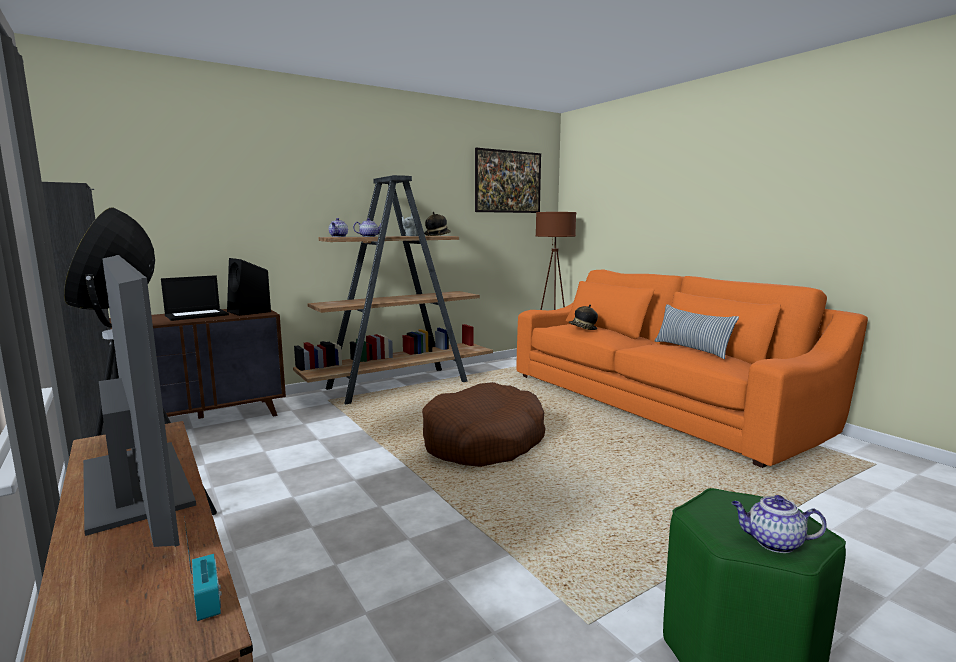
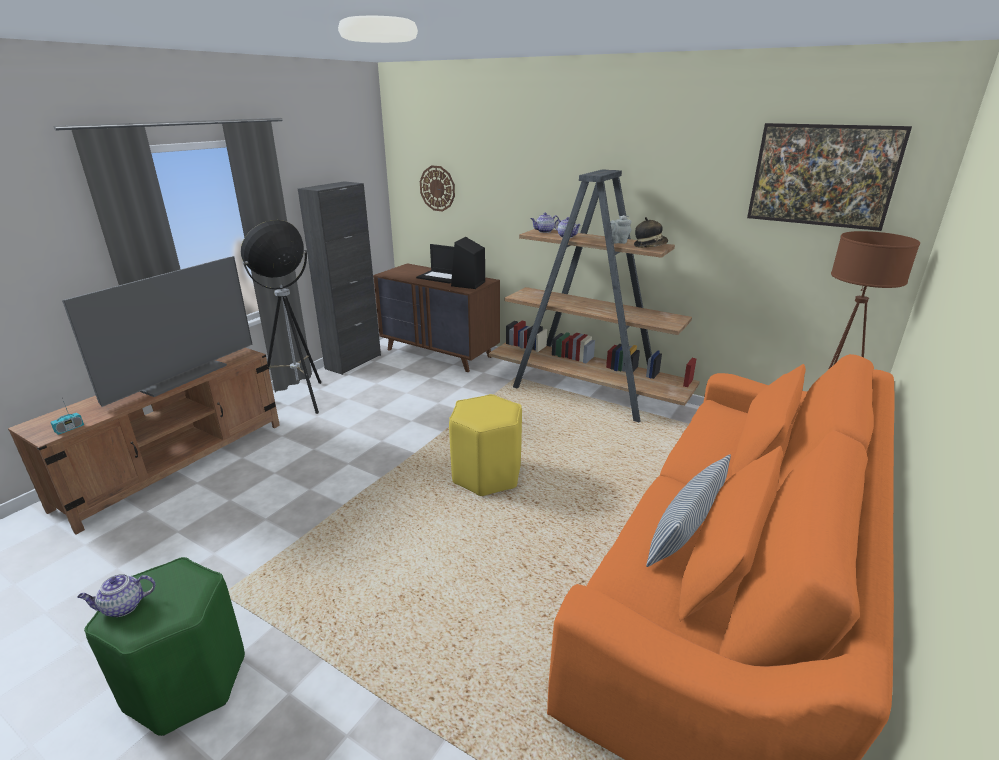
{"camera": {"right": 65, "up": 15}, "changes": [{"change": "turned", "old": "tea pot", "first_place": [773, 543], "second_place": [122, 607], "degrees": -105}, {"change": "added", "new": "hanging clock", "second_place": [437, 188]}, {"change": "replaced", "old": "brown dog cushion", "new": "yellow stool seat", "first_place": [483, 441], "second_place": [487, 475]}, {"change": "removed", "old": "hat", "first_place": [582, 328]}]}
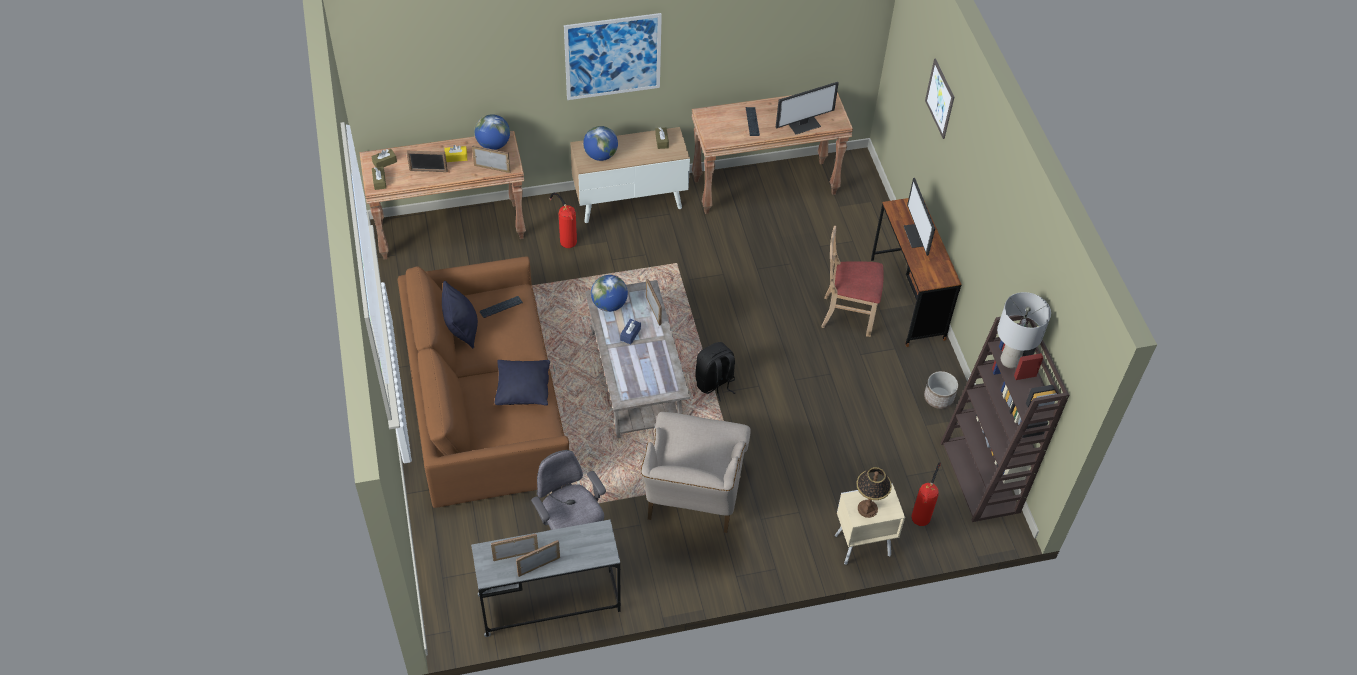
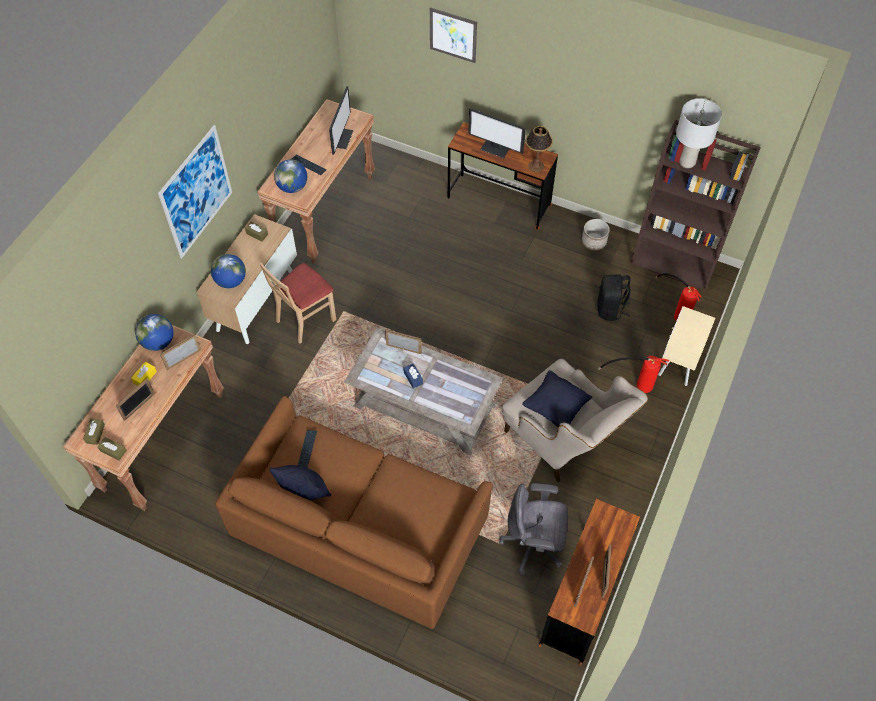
{"camera": {"right": -50, "up": 5}, "changes": [{"change": "moved", "old": "sand-coloured chair", "first_place": [847, 315], "second_place": [305, 319]}, {"change": "moved", "old": "globe", "first_place": [609, 304], "second_place": [292, 187]}, {"change": "moved", "old": "black-coloured cushion", "first_place": [523, 391], "second_place": [555, 407]}, {"change": "moved", "old": "table lamp", "first_place": [867, 508], "second_place": [536, 166]}, {"change": "recoloured", "old": "gray desk table", "new": "brown desk table", "first_place": [549, 603], "second_place": [583, 598]}, {"change": "moved", "old": "black-coloured backpack", "first_place": [715, 383], "second_place": [610, 309]}, {"change": "moved", "old": "extinguisher", "first_place": [565, 235], "second_place": [634, 384]}]}
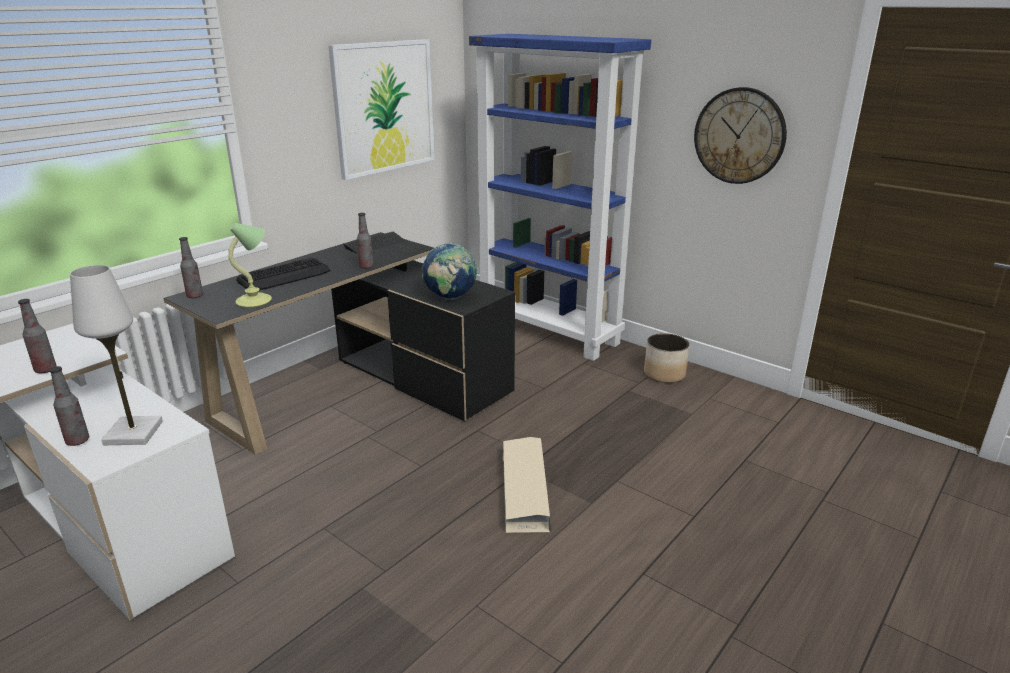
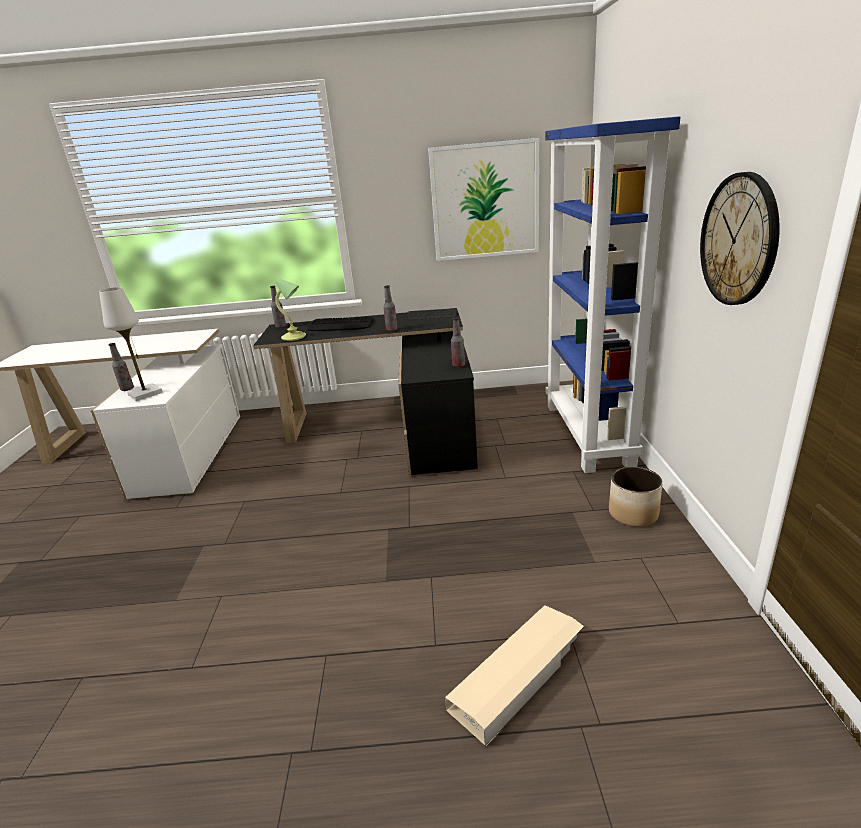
{"camera": {"right": 50, "up": 0}, "changes": [{"change": "moved", "old": "sand-coloured storage bin", "first_place": [524, 489], "second_place": [519, 675]}, {"change": "moved", "old": "beverage bottle", "first_place": [45, 370], "second_place": [458, 365]}, {"change": "removed", "old": "globe", "first_place": [450, 298]}]}
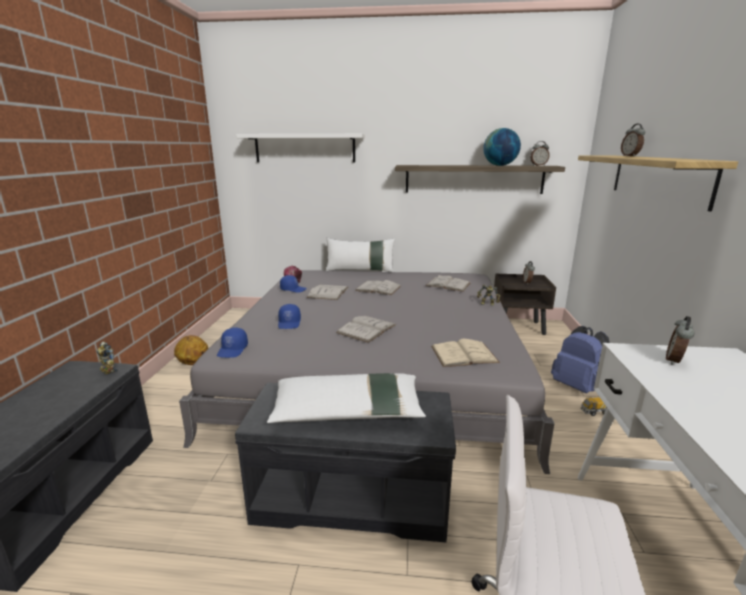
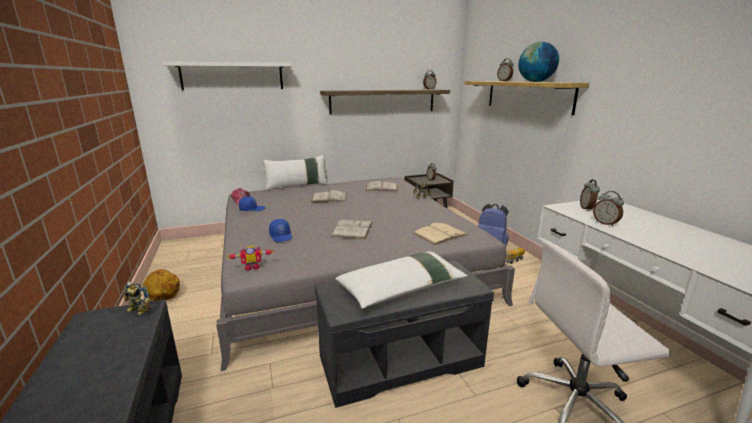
{"camera": {"right": -25, "up": 0}, "changes": [{"change": "replaced", "old": "blue-coloured baseball cap", "new": "robot figure", "first_place": [233, 350], "second_place": [252, 267]}, {"change": "moved", "old": "globe", "first_place": [499, 165], "second_place": [535, 82]}, {"change": "added", "new": "table clock", "second_place": [605, 223]}, {"change": "removed", "old": "whitish bound book", "first_place": [328, 292]}]}
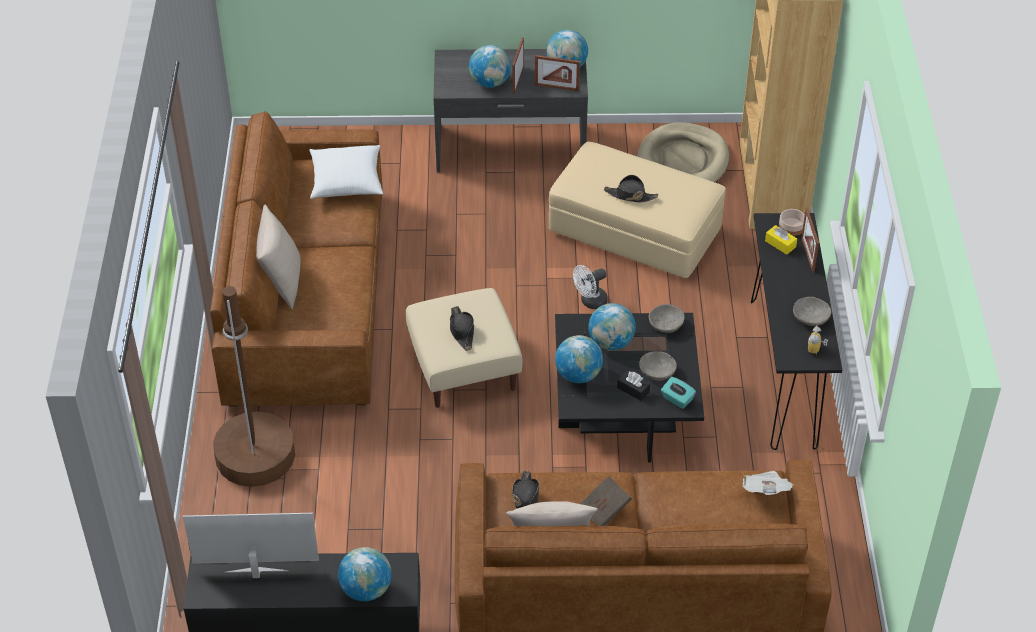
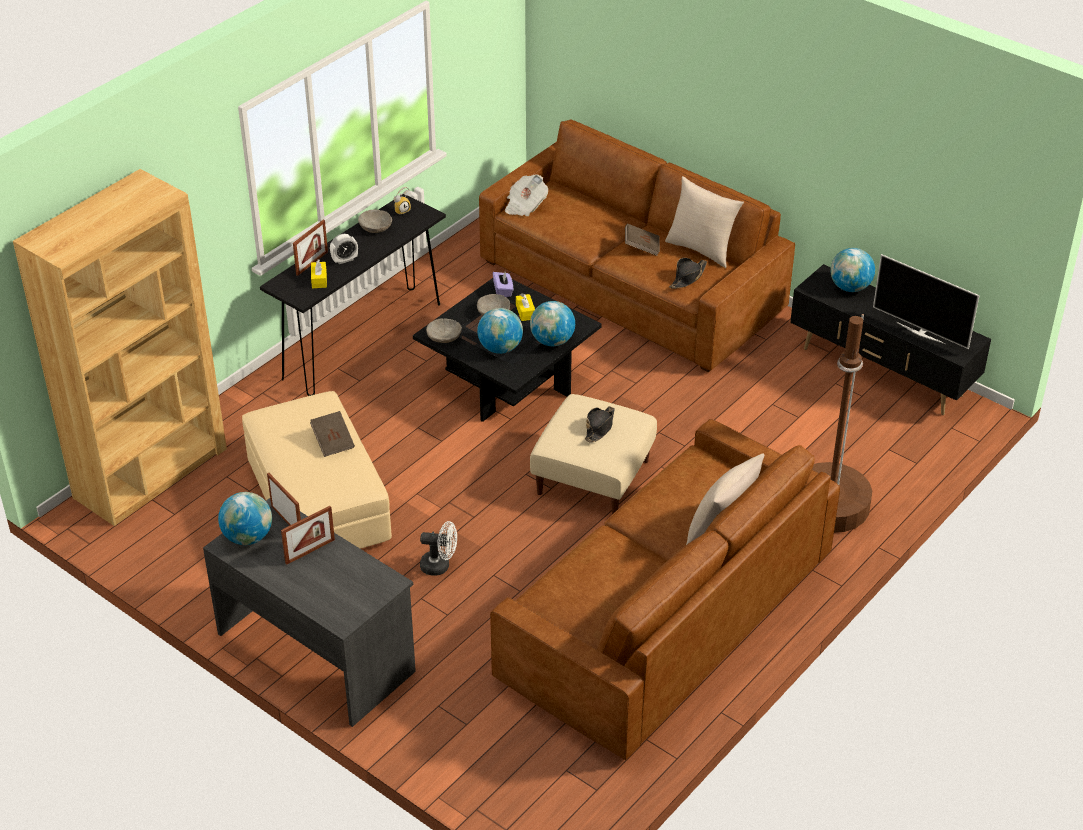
{"camera": {"right": -140, "up": -5}, "changes": [{"change": "replaced", "old": "black-coloured hat", "new": "brown bound book", "first_place": [630, 195], "second_place": [333, 442]}, {"change": "added", "new": "table clock", "second_place": [345, 260]}, {"change": "moved", "old": "whitish electric fan", "first_place": [590, 302], "second_place": [440, 566]}, {"change": "recoloured", "old": "turquoise tissue holder", "new": "purple tissue holder", "first_place": [677, 399], "second_place": [503, 291]}, {"change": "recoloured", "old": "black-coloured tissue holder", "new": "yellow tissue holder", "first_place": [633, 389], "second_place": [525, 312]}, {"change": "removed", "old": "whitish cushion", "first_place": [346, 182]}, {"change": "removed", "old": "globe", "first_place": [490, 82]}, {"change": "removed", "old": "sand-coloured dog cushion", "first_place": [683, 161]}, {"change": "removed", "old": "deep dish", "first_place": [792, 227]}]}
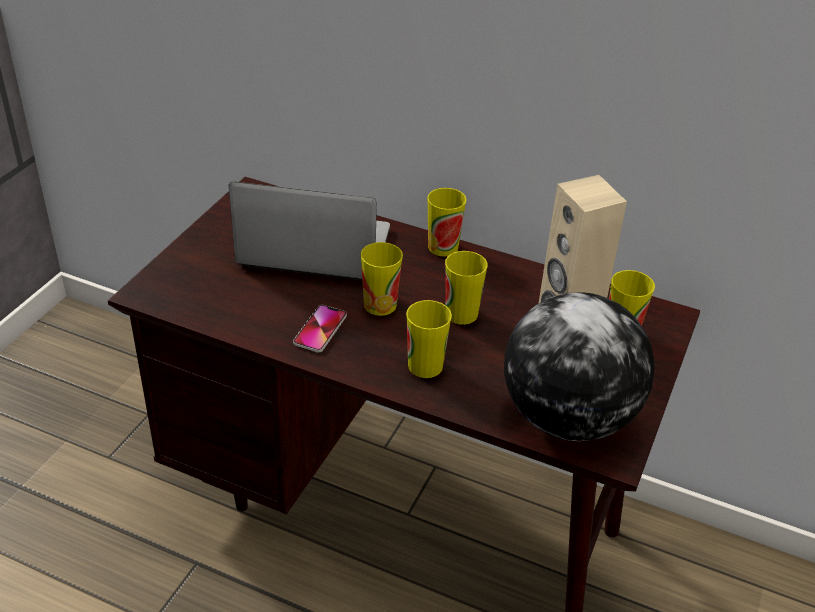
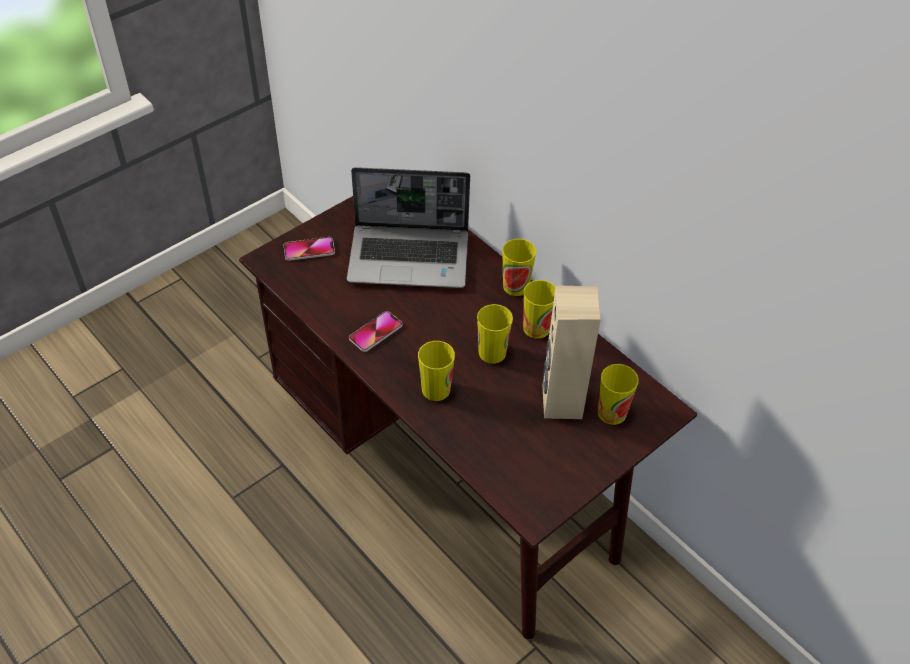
{"camera": {"right": 25, "up": 10}, "changes": [{"change": "added", "new": "telephone", "second_place": [309, 250]}, {"change": "turned", "old": "portable computer", "first_place": [312, 249], "second_place": [410, 257], "degrees": 150}, {"change": "moved", "old": "cup", "first_place": [380, 305], "second_place": [536, 328]}, {"change": "removed", "old": "globe", "first_place": [568, 418]}]}
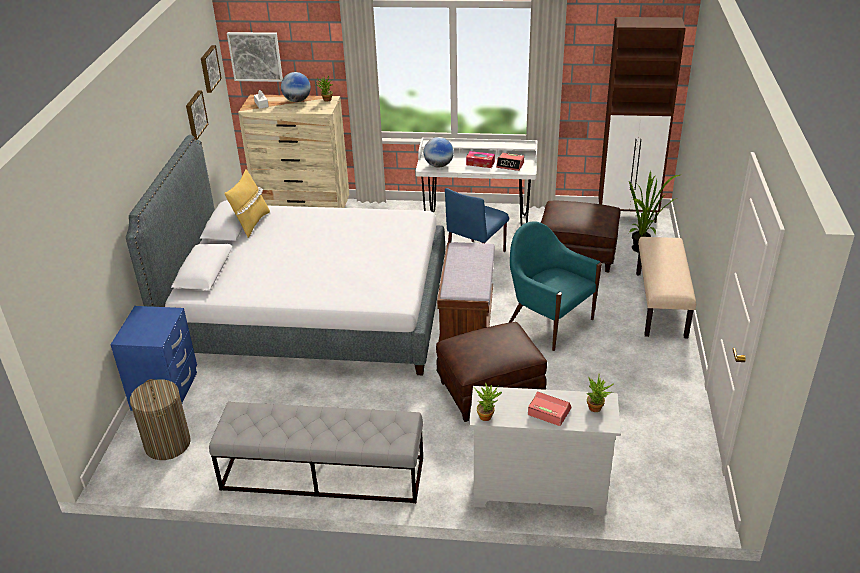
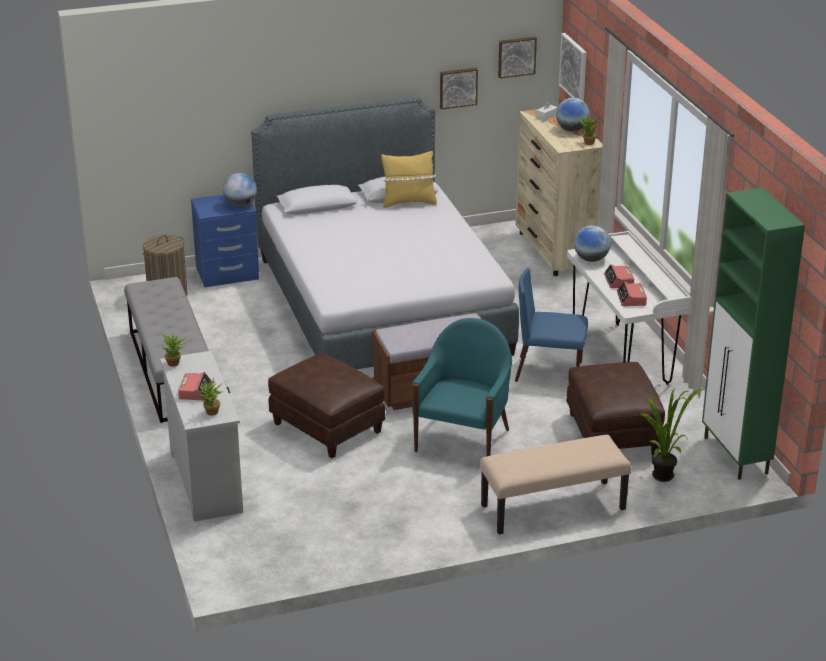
{"camera": {"right": 65, "up": -5}, "changes": [{"change": "added", "new": "globe", "second_place": [240, 205]}, {"change": "replaced", "old": "tissue holder", "new": "table clock", "first_place": [480, 163], "second_place": [619, 281]}, {"change": "recoloured", "old": "brown cabinet", "new": "greenish cabinet", "first_place": [628, 216], "second_place": [735, 456]}]}
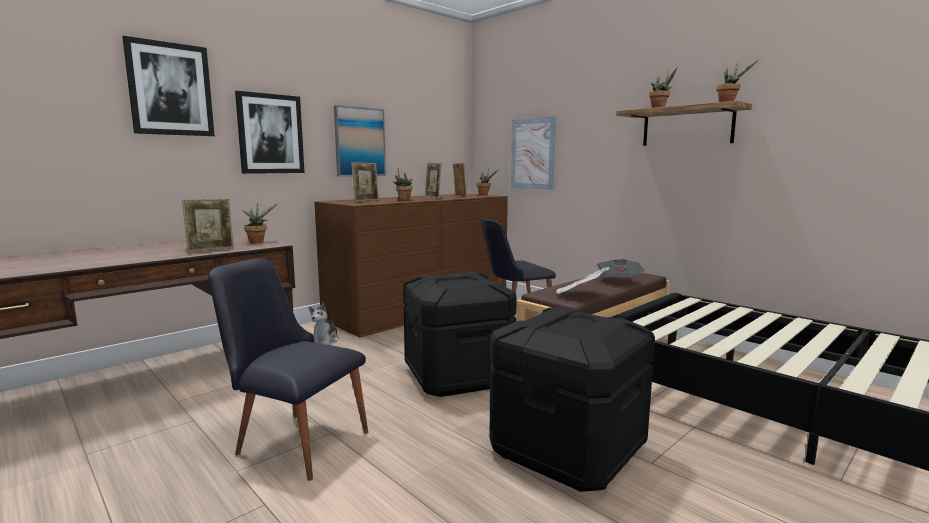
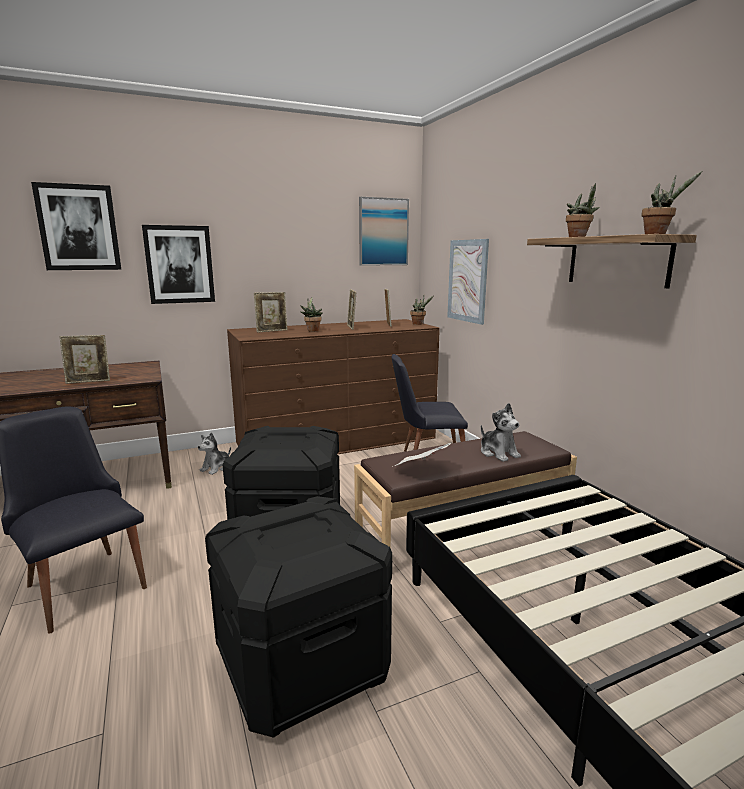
{"camera": {"right": 20, "up": 5}, "changes": [{"change": "moved", "old": "wall art", "first_place": [359, 142], "second_place": [383, 232]}, {"change": "replaced", "old": "newspaper", "new": "soft toy", "first_place": [619, 281], "second_place": [498, 453]}, {"change": "removed", "old": "potted plant", "first_place": [258, 242]}]}
